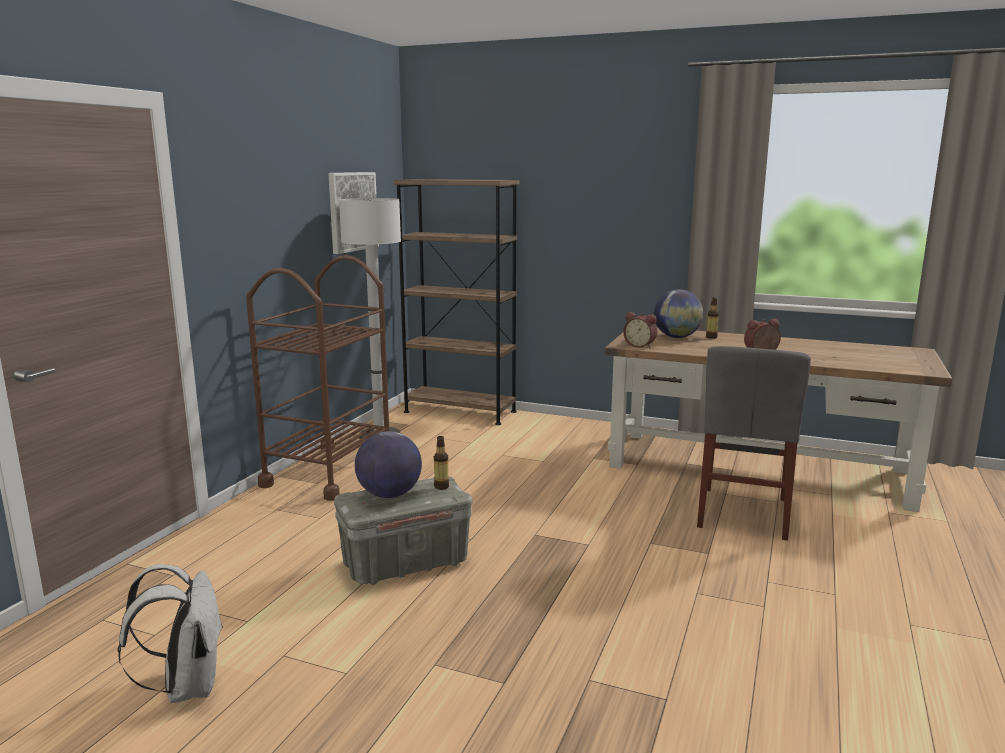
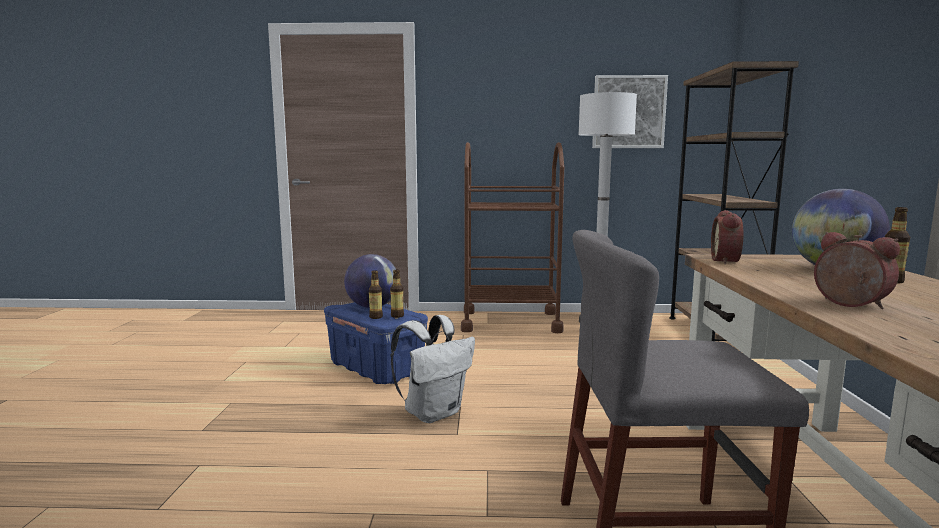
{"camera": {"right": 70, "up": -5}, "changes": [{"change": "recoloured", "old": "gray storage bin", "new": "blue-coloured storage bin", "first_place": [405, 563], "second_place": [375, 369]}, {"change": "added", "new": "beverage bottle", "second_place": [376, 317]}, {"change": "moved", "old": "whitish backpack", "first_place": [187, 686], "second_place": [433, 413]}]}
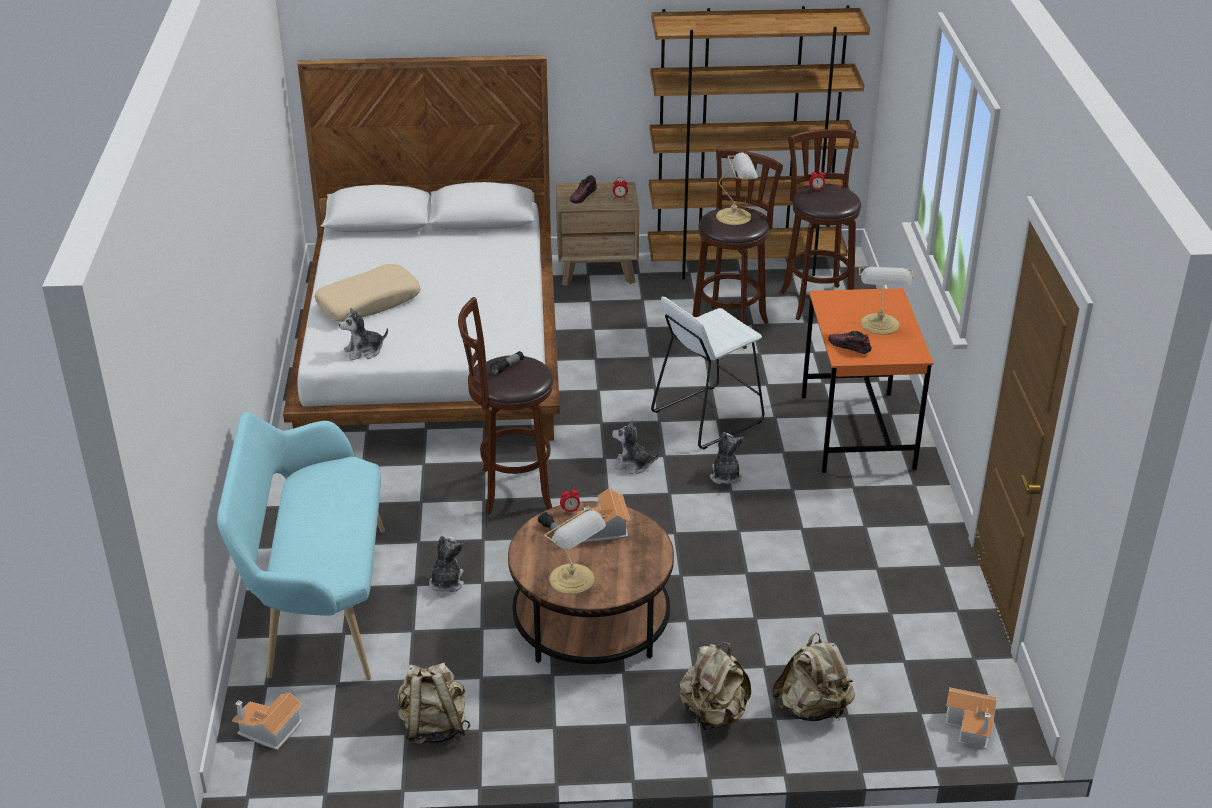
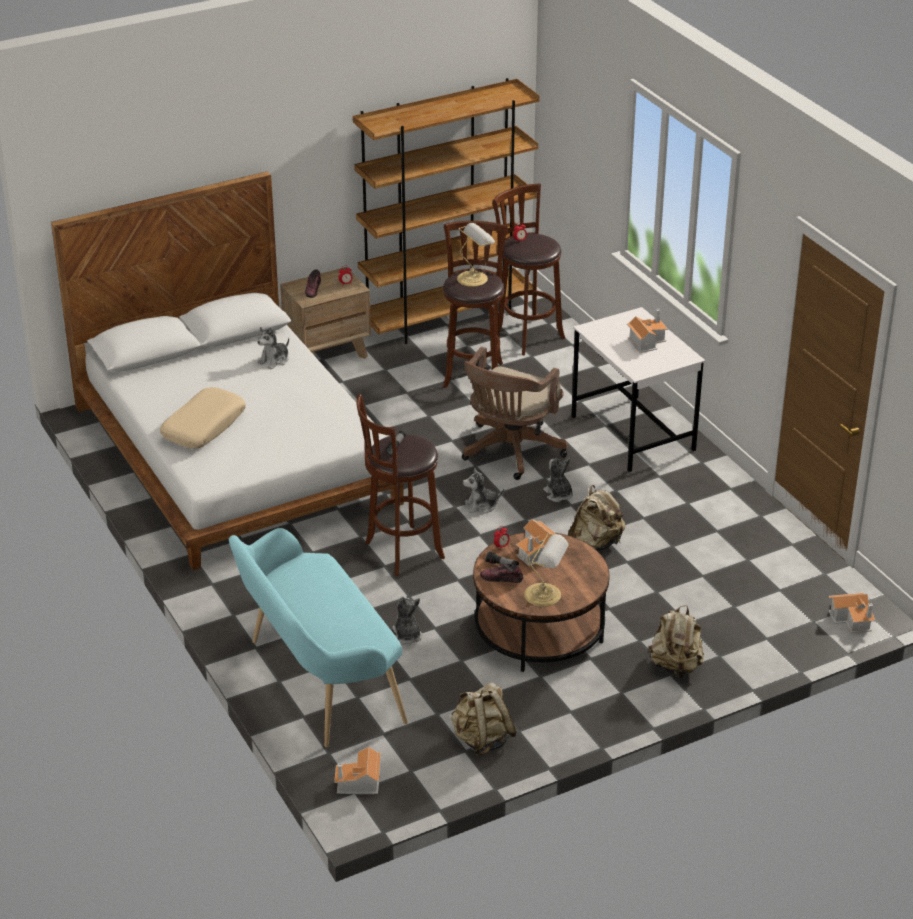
{"camera": {"right": -25, "up": 0}, "changes": [{"change": "moved", "old": "soft toy", "first_place": [364, 351], "second_place": [274, 360]}, {"change": "replaced", "old": "whitish stool seat", "new": "brown computer chair", "first_place": [707, 416], "second_place": [510, 452]}, {"change": "moved", "old": "shoe", "first_place": [849, 347], "second_place": [502, 578]}, {"change": "moved", "old": "sand-coloured backpack", "first_place": [812, 708], "second_place": [595, 544]}, {"change": "recoloured", "old": "orangey desk table", "new": "whitish desk table", "first_place": [857, 432], "second_place": [633, 434]}, {"change": "replaced", "old": "table lamp", "new": "toy house", "first_place": [880, 325], "second_place": [646, 341]}]}
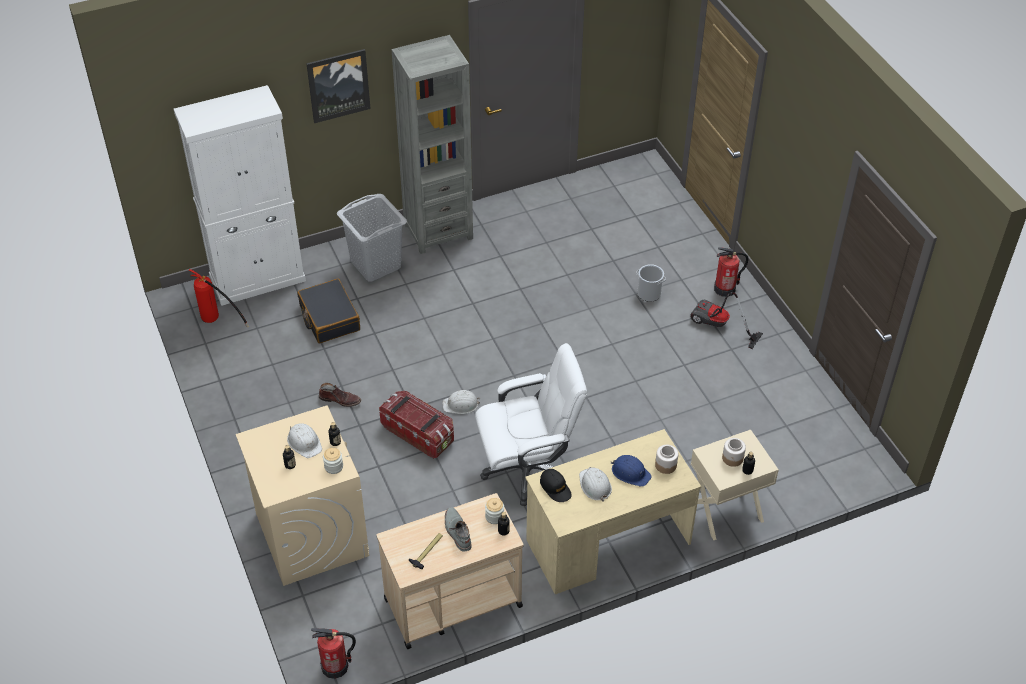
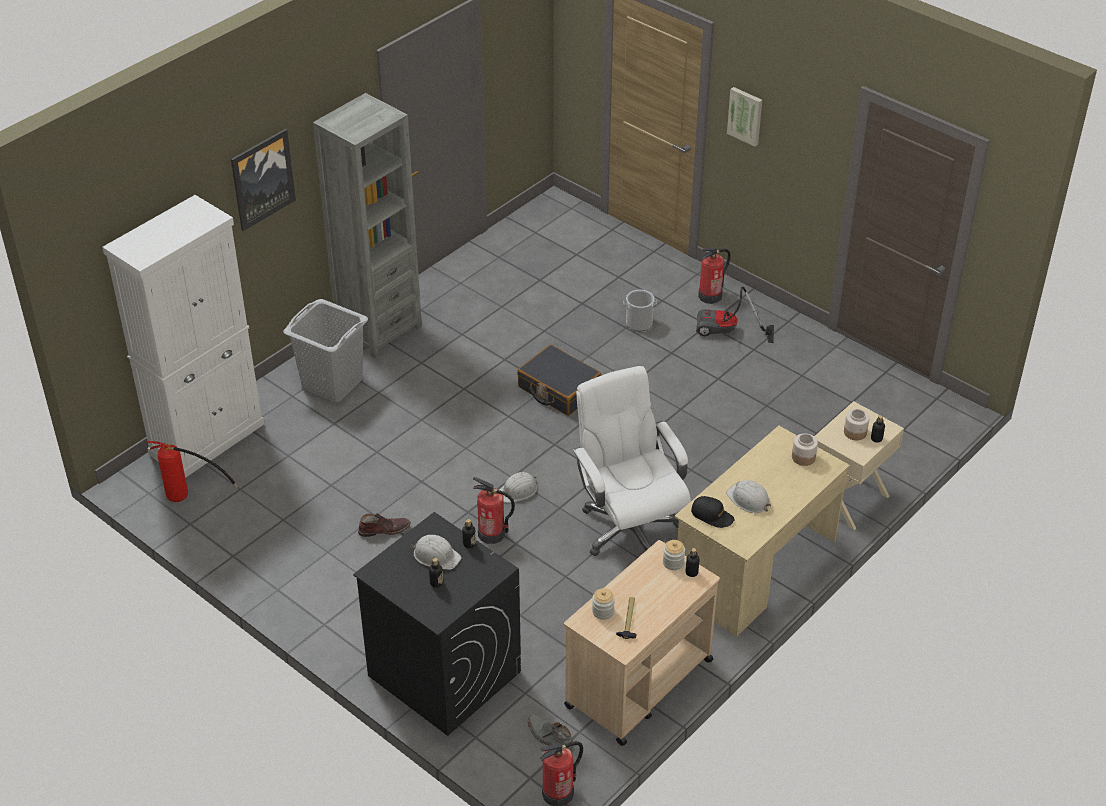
{"camera": {"right": -25, "up": -5}, "changes": [{"change": "recoloured", "old": "sand-coloured washing machine", "new": "black-coloured washing machine", "first_place": [311, 534], "second_place": [443, 673]}, {"change": "replaced", "old": "storage bin", "new": "extinguisher", "first_place": [418, 433], "second_place": [492, 534]}, {"change": "moved", "old": "black-coloured suitcase", "first_place": [329, 318], "second_place": [558, 389]}, {"change": "moved", "old": "gray high-top boot", "first_place": [457, 532], "second_place": [550, 737]}, {"change": "turned", "old": "whitish computer chair", "first_place": [527, 469], "second_place": [629, 528], "degrees": -75}, {"change": "moved", "old": "preserve jar", "first_place": [333, 467], "second_place": [603, 611]}, {"change": "added", "new": "wall art", "second_place": [745, 115]}, {"change": "removed", "old": "blue-coloured safety helmet", "first_place": [630, 472]}]}
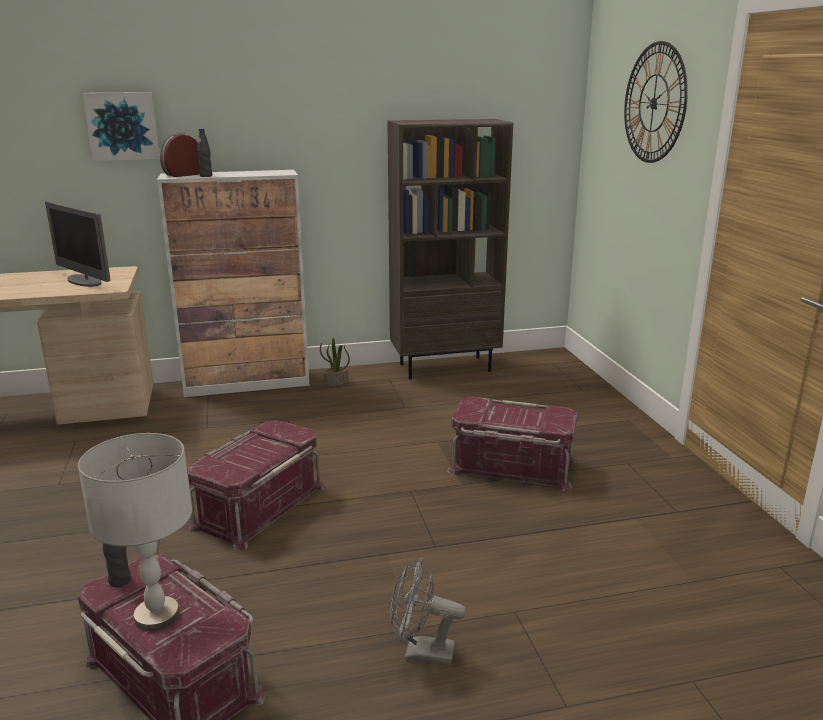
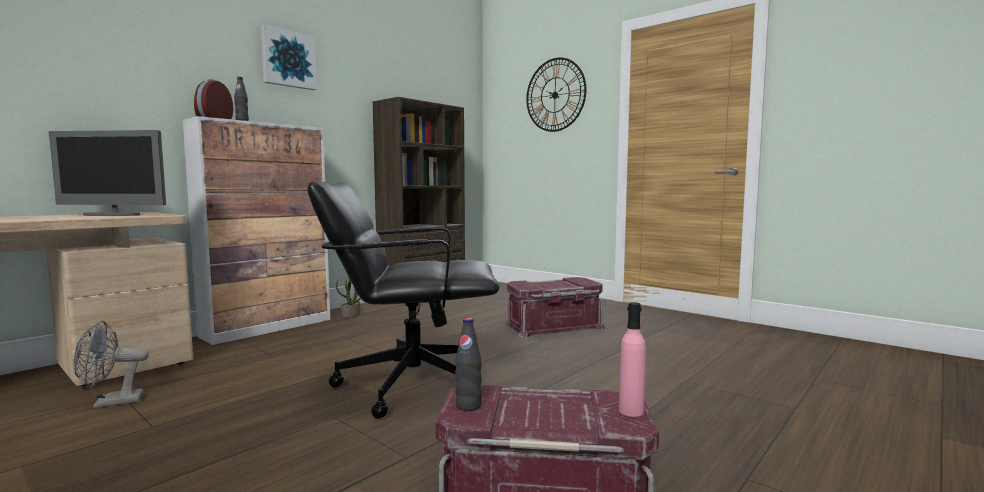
{"camera": {"right": -35, "up": -15}, "changes": [{"change": "moved", "old": "gray electric fan", "first_place": [421, 652], "second_place": [110, 403]}, {"change": "moved", "old": "wall art", "first_place": [122, 126], "second_place": [288, 59]}, {"change": "replaced", "old": "red storage bin", "new": "black-coloured computer chair", "first_place": [258, 505], "second_place": [411, 384]}, {"change": "added", "new": "pink-coloured beverage bottle", "second_place": [631, 411]}, {"change": "removed", "old": "gray table lamp", "first_place": [156, 617]}]}
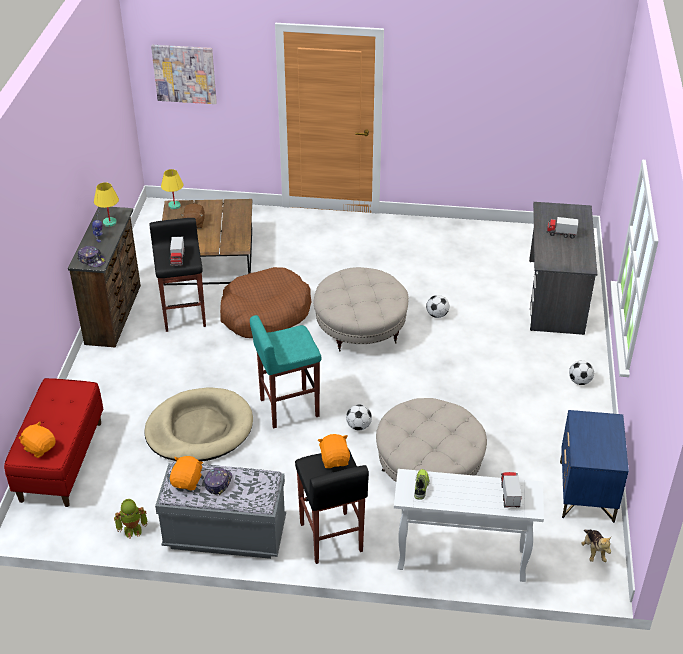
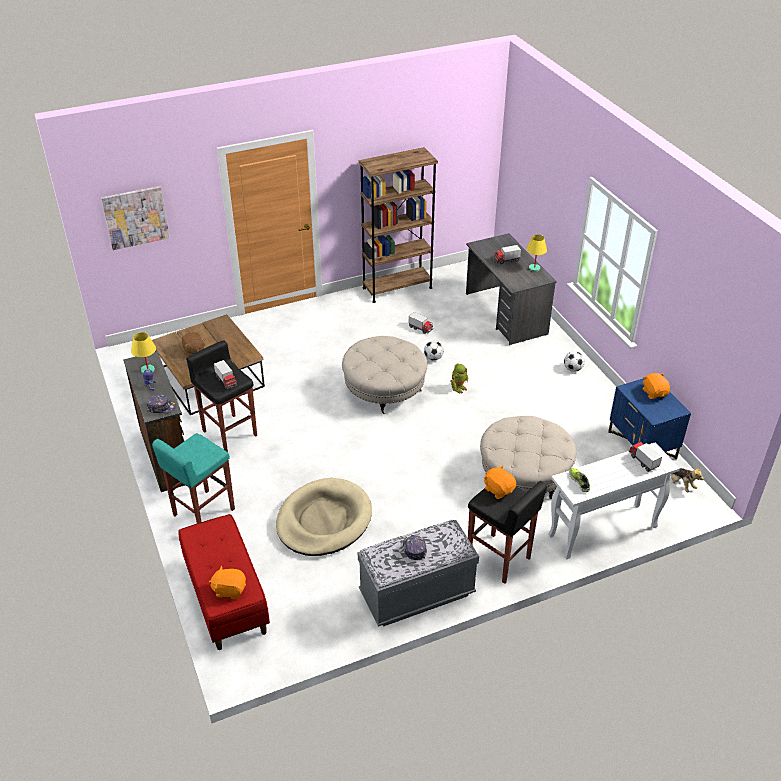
{"camera": {"right": -30, "up": 0}, "changes": [{"change": "moved", "old": "turquoise stool seat", "first_place": [288, 407], "second_place": [202, 512]}, {"change": "added", "new": "brown bookcase", "second_place": [397, 288]}, {"change": "added", "new": "model truck", "second_place": [420, 328]}, {"change": "moved", "old": "robot figure", "first_place": [133, 529], "second_place": [458, 388]}, {"change": "moved", "old": "yellow table lamp", "first_place": [174, 205], "second_place": [534, 268]}, {"change": "moved", "old": "orangey soft toy", "first_place": [187, 481], "second_place": [654, 393]}, {"change": "removed", "old": "brown dog cushion", "first_place": [265, 313]}, {"change": "removed", "old": "football", "first_place": [358, 426]}]}
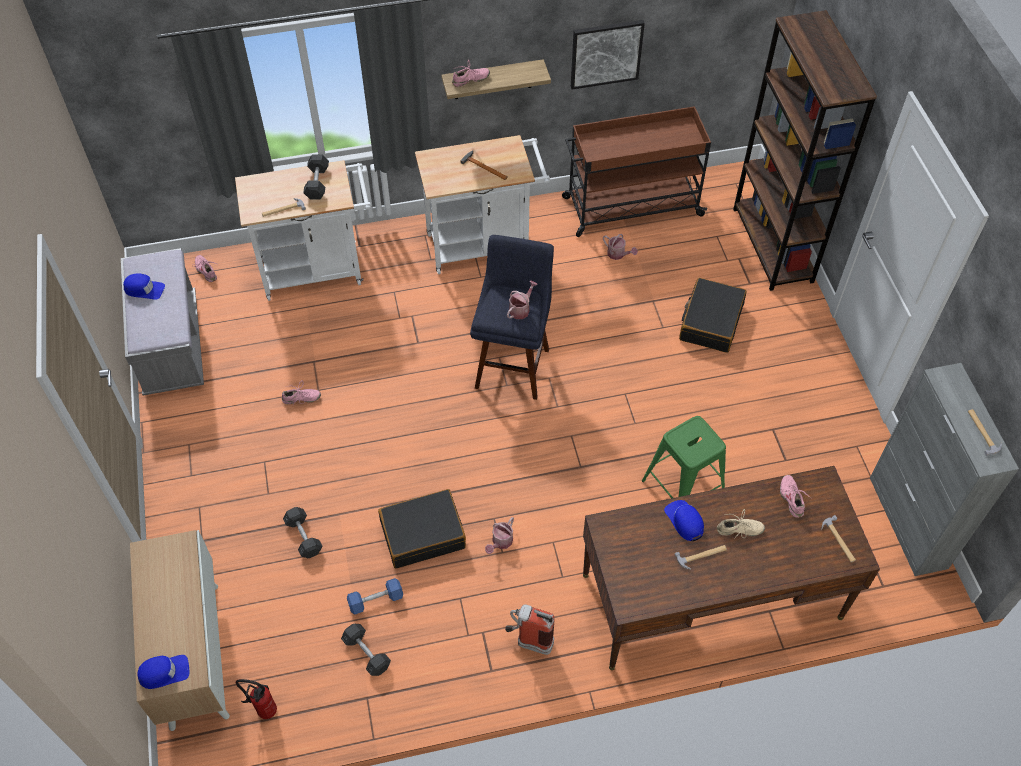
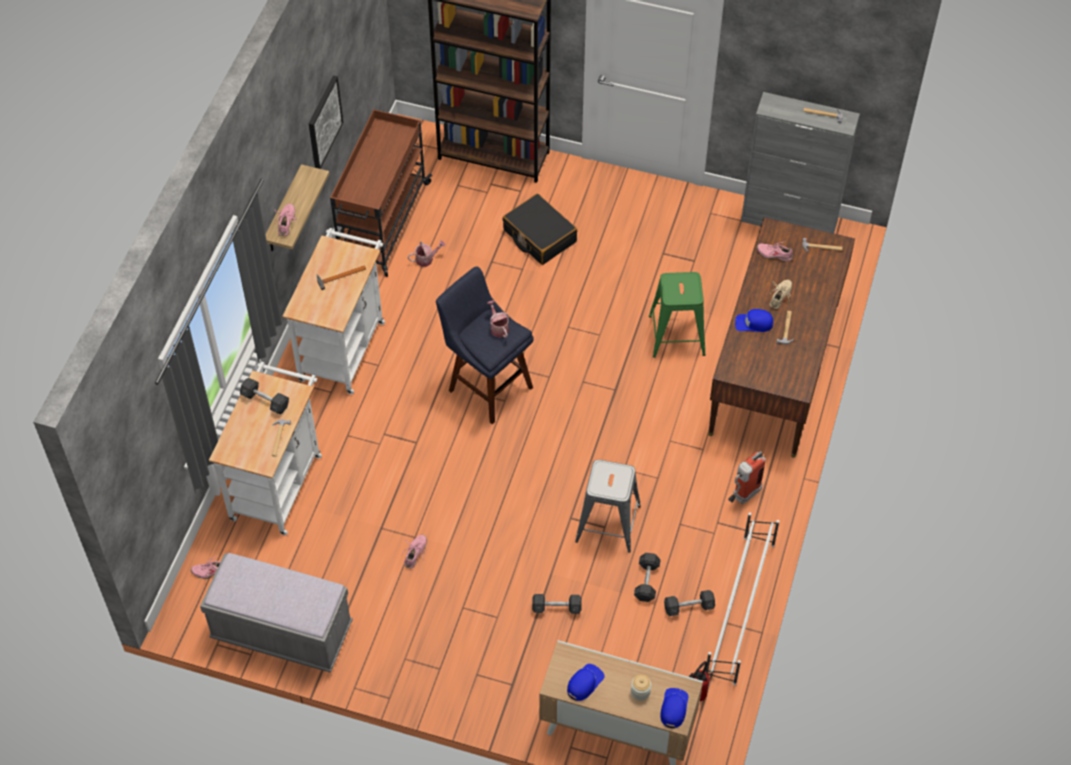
{"camera": {"right": -60, "up": 0}, "changes": [{"change": "moved", "old": "blue-coloured baseball cap", "first_place": [144, 289], "second_place": [584, 683]}, {"change": "replaced", "old": "black-coloured suitcase", "new": "gray stool seat", "first_place": [422, 534], "second_place": [607, 523]}, {"change": "added", "new": "preserve jar", "second_place": [640, 692]}, {"change": "recoloured", "old": "blue-coloured free weight", "new": "gray free weight", "first_place": [376, 600], "second_place": [646, 581]}, {"change": "added", "new": "whitish shoe stand", "second_place": [739, 609]}, {"change": "removed", "old": "watering can", "first_place": [500, 542]}]}
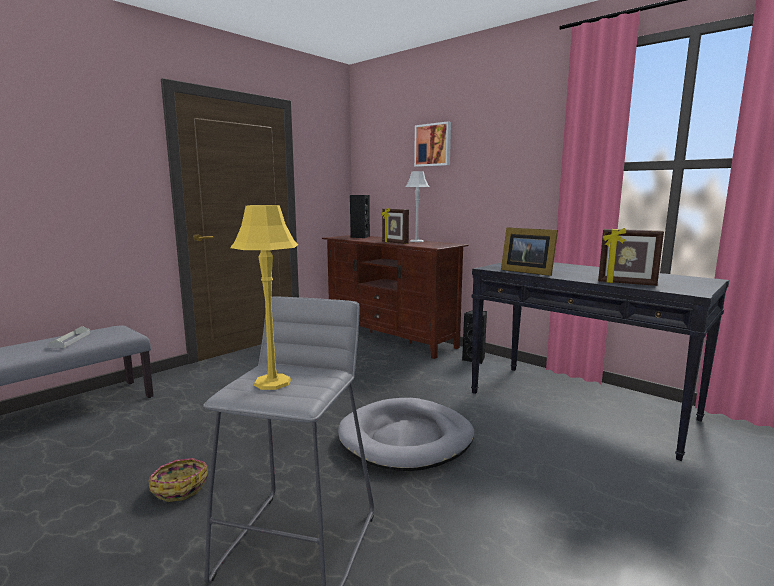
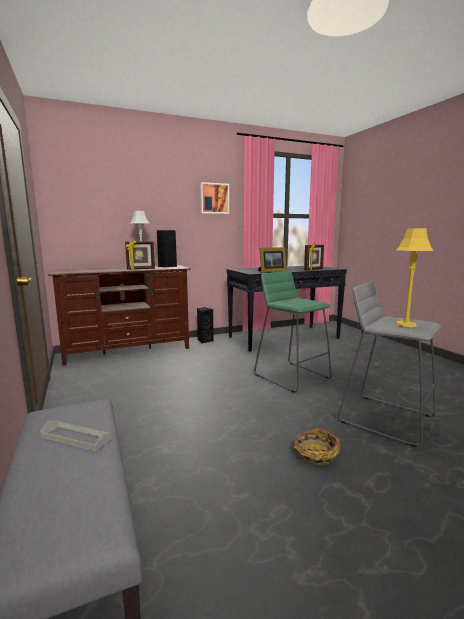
{"camera": {"right": -65, "up": 0}, "changes": [{"change": "moved", "old": "black-coloured audio speaker", "first_place": [360, 237], "second_place": [166, 266]}, {"change": "moved", "old": "wall art", "first_place": [433, 145], "second_place": [214, 198]}, {"change": "replaced", "old": "gray dog cushion", "new": "greenish stool seat", "first_place": [406, 438], "second_place": [292, 376]}]}
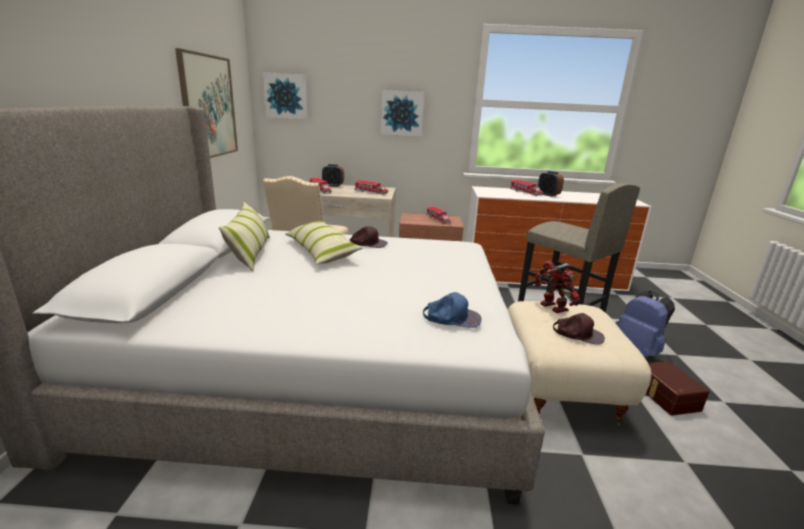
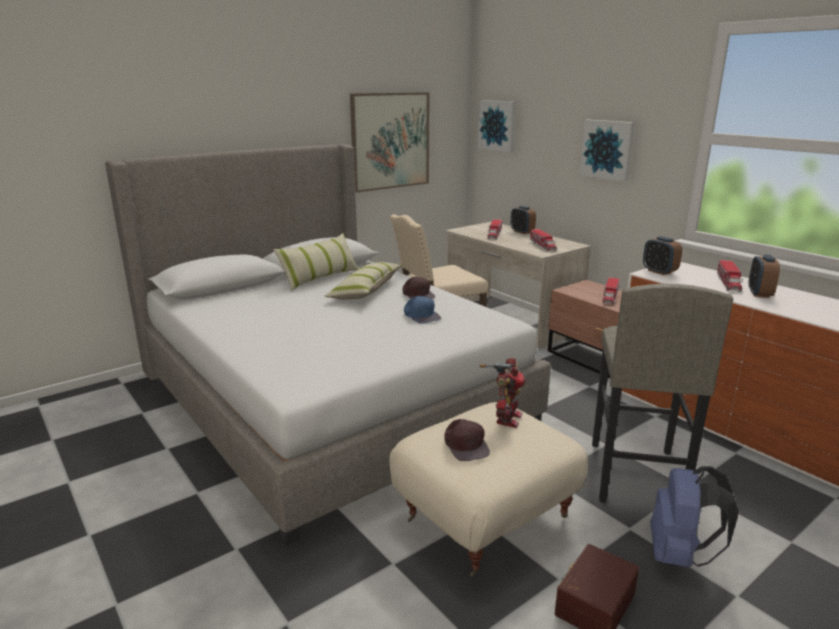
{"camera": {"right": 50, "up": 0}, "changes": [{"change": "moved", "old": "blue-coloured baseball cap", "first_place": [452, 317], "second_place": [421, 315]}, {"change": "added", "new": "table clock", "second_place": [659, 271]}]}
